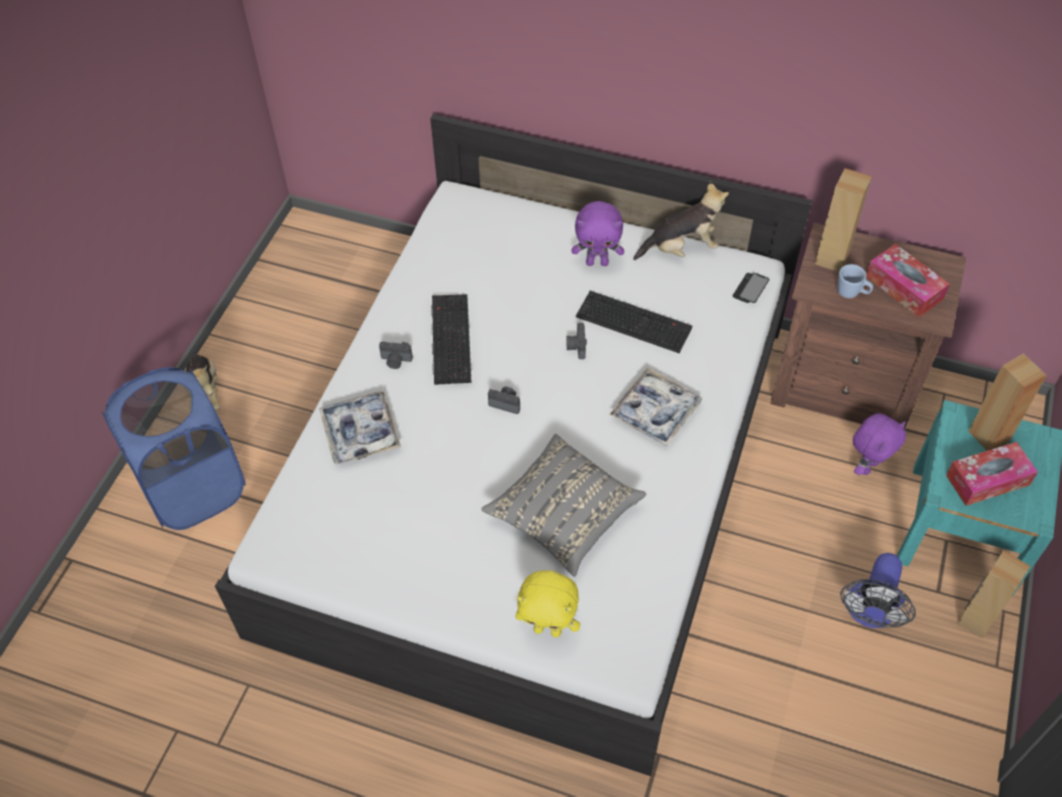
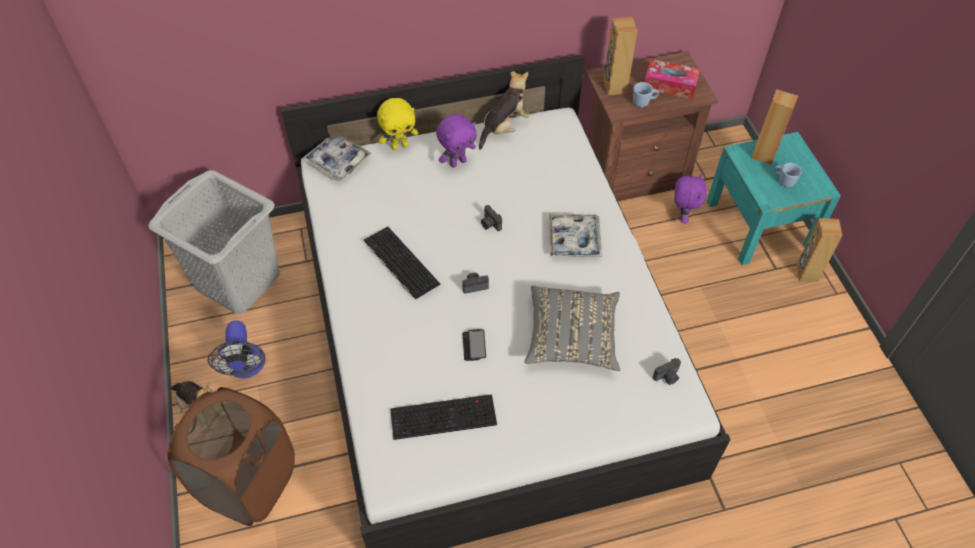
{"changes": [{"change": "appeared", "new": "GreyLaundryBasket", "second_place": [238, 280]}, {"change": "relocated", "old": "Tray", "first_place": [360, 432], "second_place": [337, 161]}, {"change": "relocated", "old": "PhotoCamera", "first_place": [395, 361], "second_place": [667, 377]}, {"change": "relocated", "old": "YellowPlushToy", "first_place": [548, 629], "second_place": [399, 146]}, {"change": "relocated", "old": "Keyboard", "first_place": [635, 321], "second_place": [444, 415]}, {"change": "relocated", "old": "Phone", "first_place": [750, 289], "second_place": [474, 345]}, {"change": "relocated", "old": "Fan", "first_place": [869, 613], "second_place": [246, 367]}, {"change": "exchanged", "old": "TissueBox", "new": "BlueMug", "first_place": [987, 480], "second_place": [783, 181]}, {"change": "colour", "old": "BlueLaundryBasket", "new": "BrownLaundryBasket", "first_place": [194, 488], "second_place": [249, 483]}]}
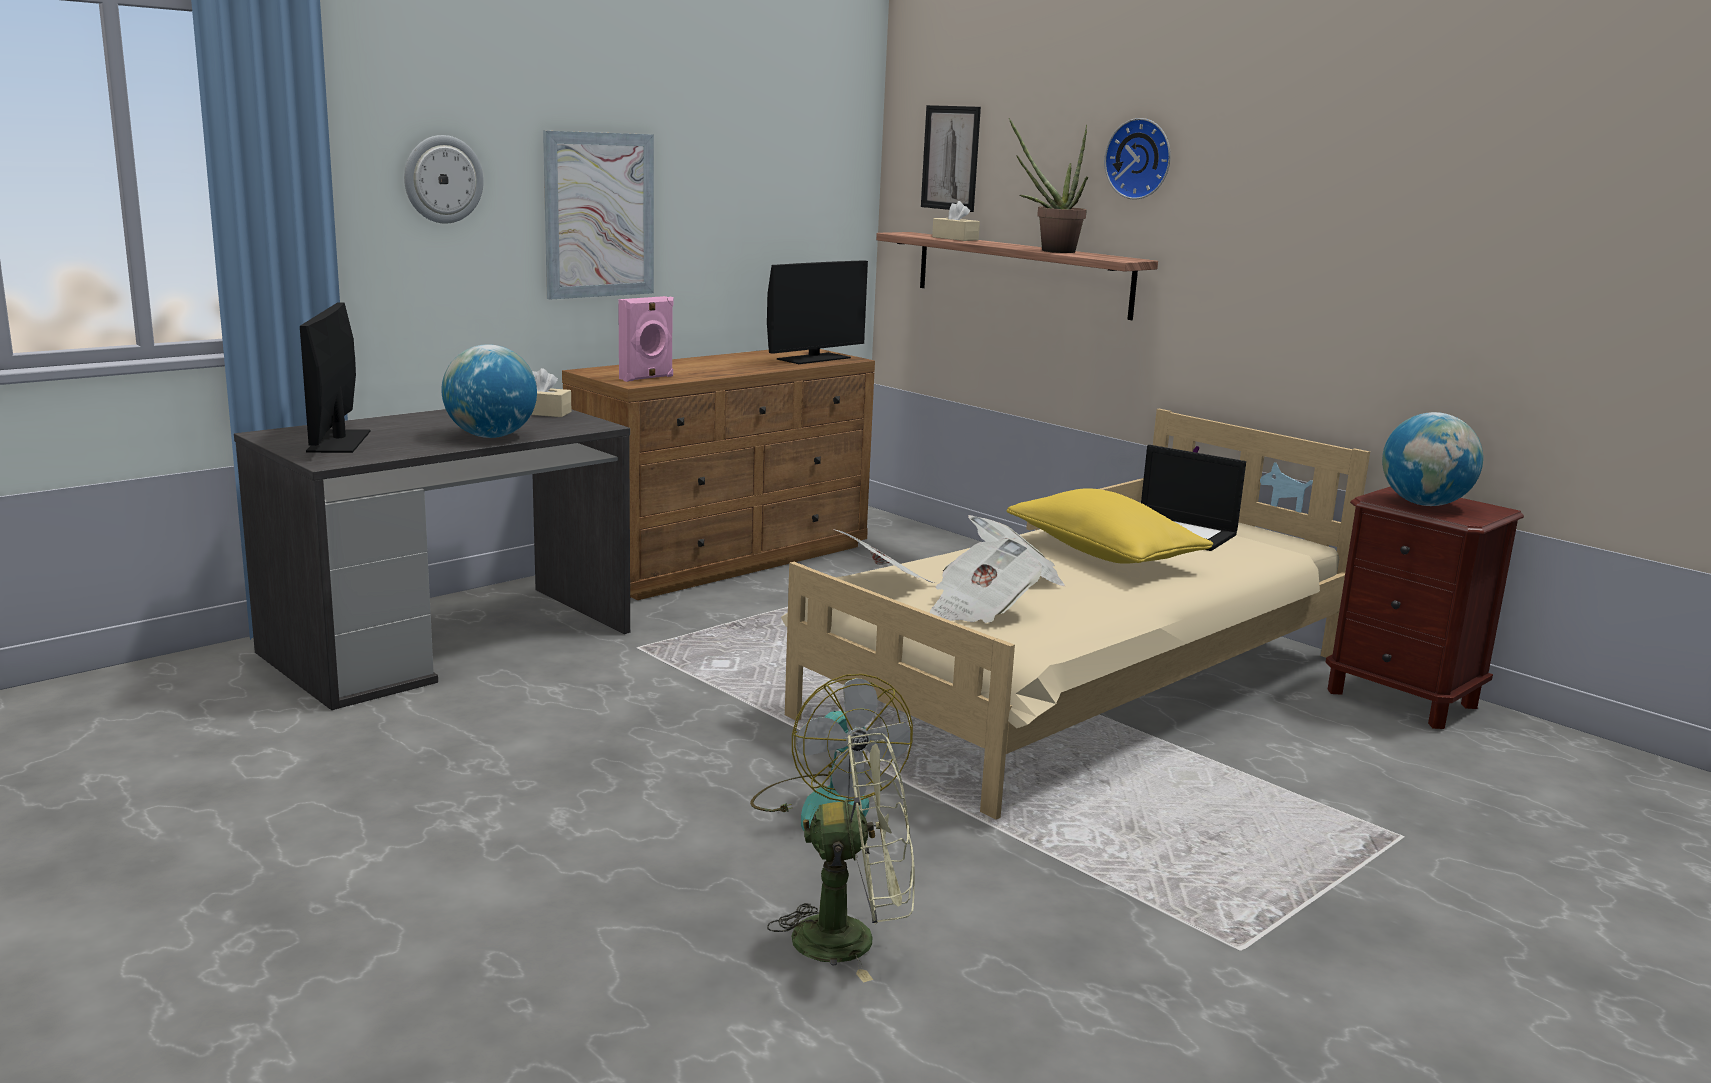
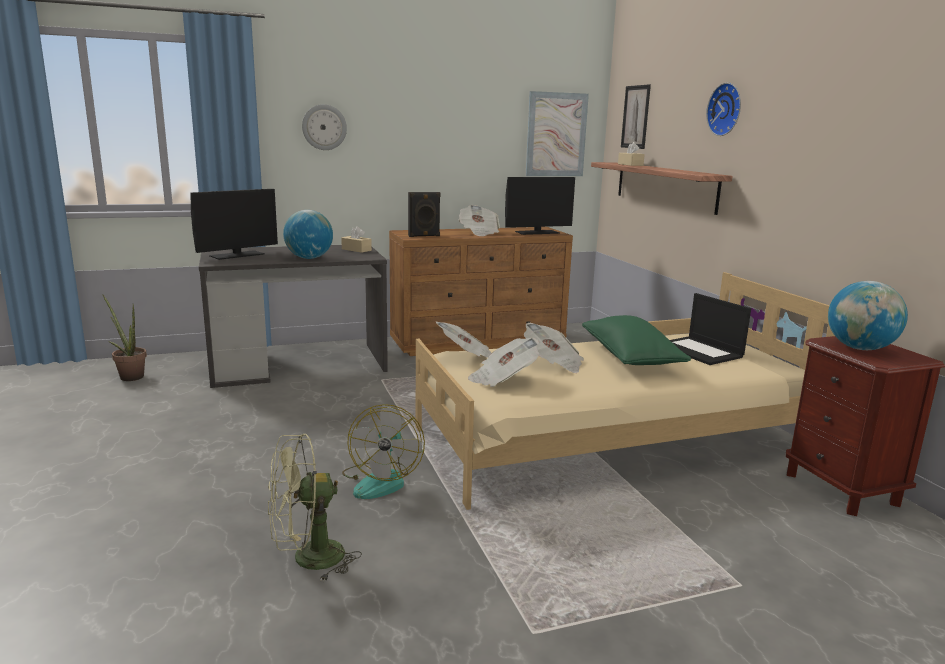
{"changes": [{"change": "appeared", "new": "Newspaper", "second_place": [479, 233]}, {"change": "relocated", "old": "Picture", "first_place": [599, 215], "second_place": [556, 135]}, {"change": "relocated", "old": "PottedPlant", "first_place": [1050, 250], "second_place": [129, 376]}, {"change": "colour", "old": "PinkSpeaker", "new": "BlackSpeaker", "first_place": [647, 378], "second_place": [424, 236]}, {"change": "colour", "old": "YellowPillow", "new": "GreenPillow", "first_place": [1103, 554], "second_place": [630, 358]}, {"change": "spun", "old": "Monitor", "first_place": [339, 441], "second_place": [237, 255], "degrees": -150}, {"change": "spun", "old": "GreenFan", "first_place": [852, 938], "second_place": [308, 560], "degrees": 135}]}
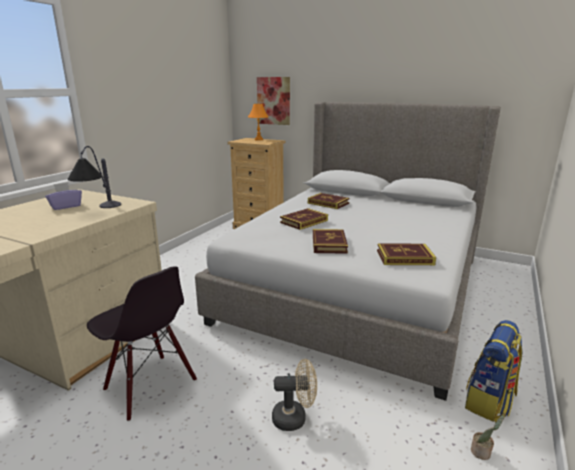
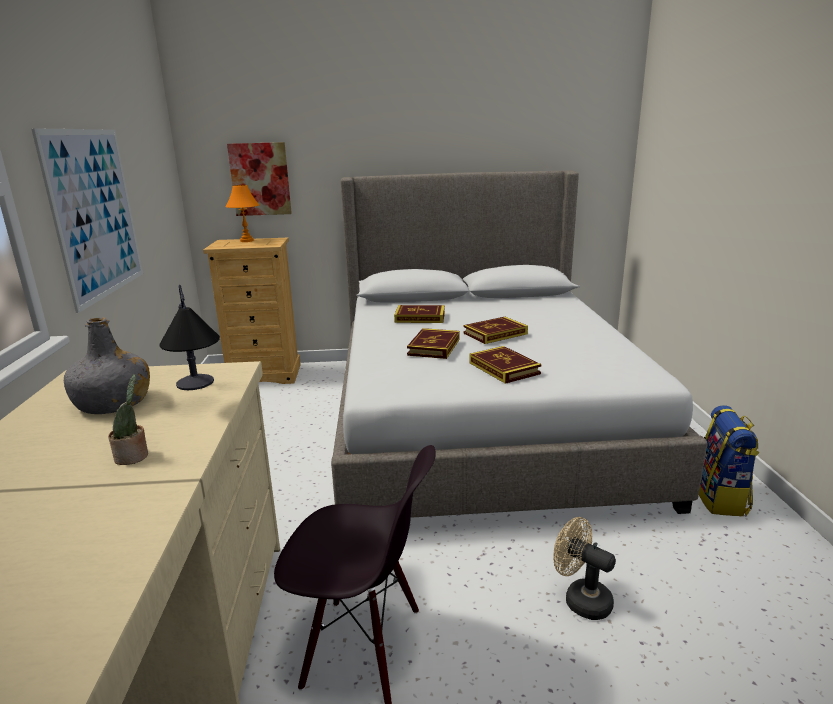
{"changes": [{"change": "appeared", "new": "Picture", "second_place": [95, 214]}, {"change": "relocated", "old": "Book", "first_place": [404, 257], "second_place": [495, 333]}, {"change": "relocated", "old": "PottedPlant", "first_place": [482, 452], "second_place": [134, 456]}, {"change": "exchanged", "old": "PurpleTissueBox", "new": "GreyBottle", "first_place": [65, 206], "second_place": [113, 403]}, {"change": "spun", "old": "BeigeFan", "first_place": [295, 418], "second_place": [581, 599], "degrees": -105}]}
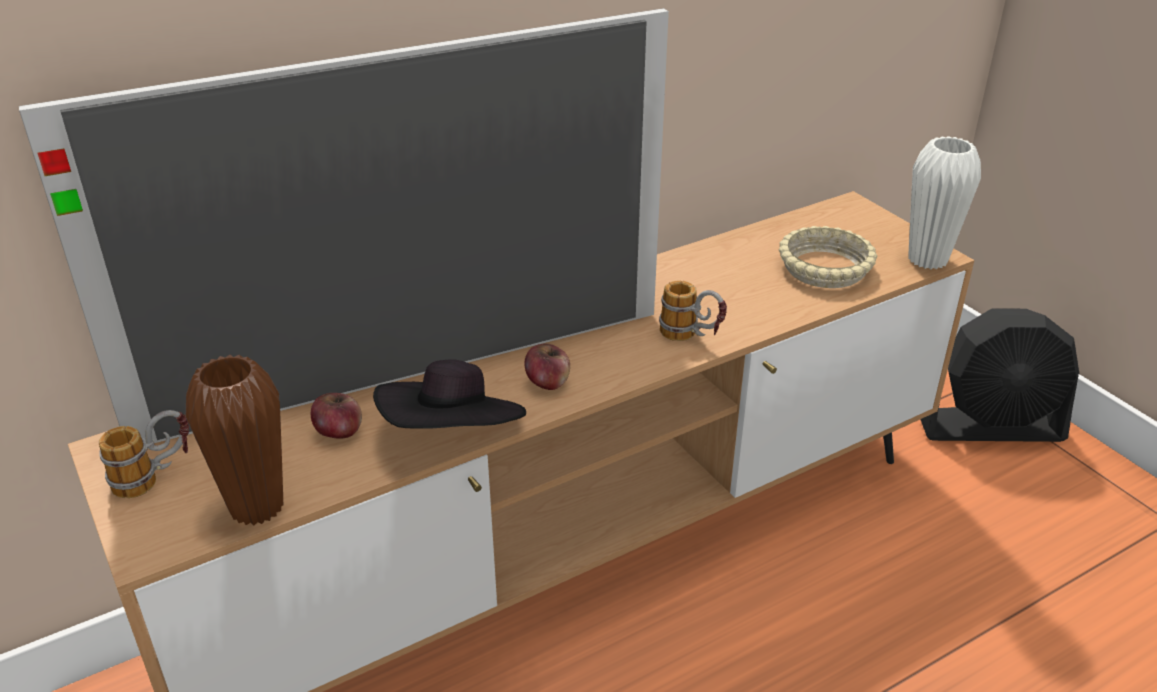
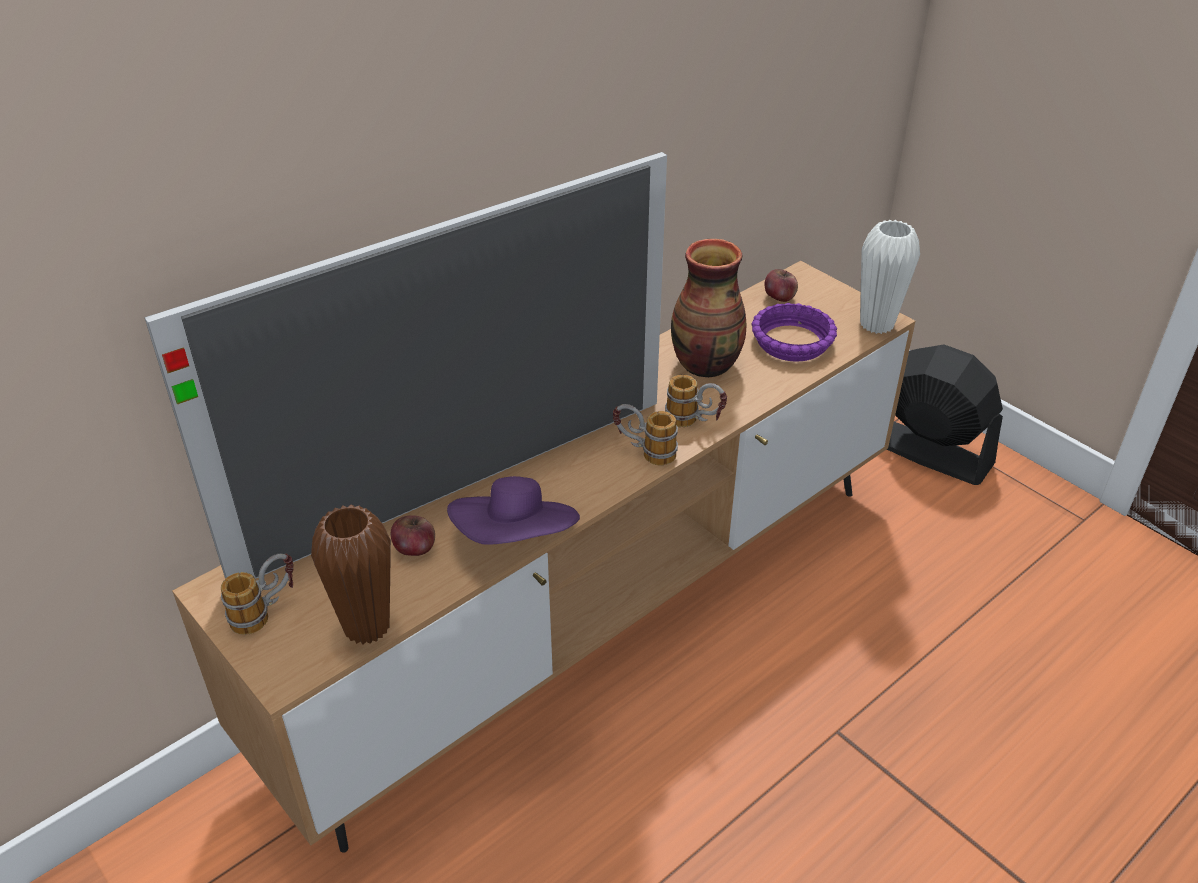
{"changes": [{"change": "appeared", "new": "Mug", "second_place": [644, 452]}, {"change": "appeared", "new": "Vase", "second_place": [707, 365]}, {"change": "relocated", "old": "Apple", "first_place": [548, 382], "second_place": [779, 297]}, {"change": "colour", "old": "BlackHat", "new": "PurpleHat", "first_place": [454, 436], "second_place": [516, 540]}, {"change": "colour", "old": "BeigeBowl", "new": "PurpleBowl", "first_place": [824, 267], "second_place": [791, 341]}, {"change": "spun", "old": "BlackFan", "first_place": [990, 427], "second_place": [928, 451], "degrees": -135}]}
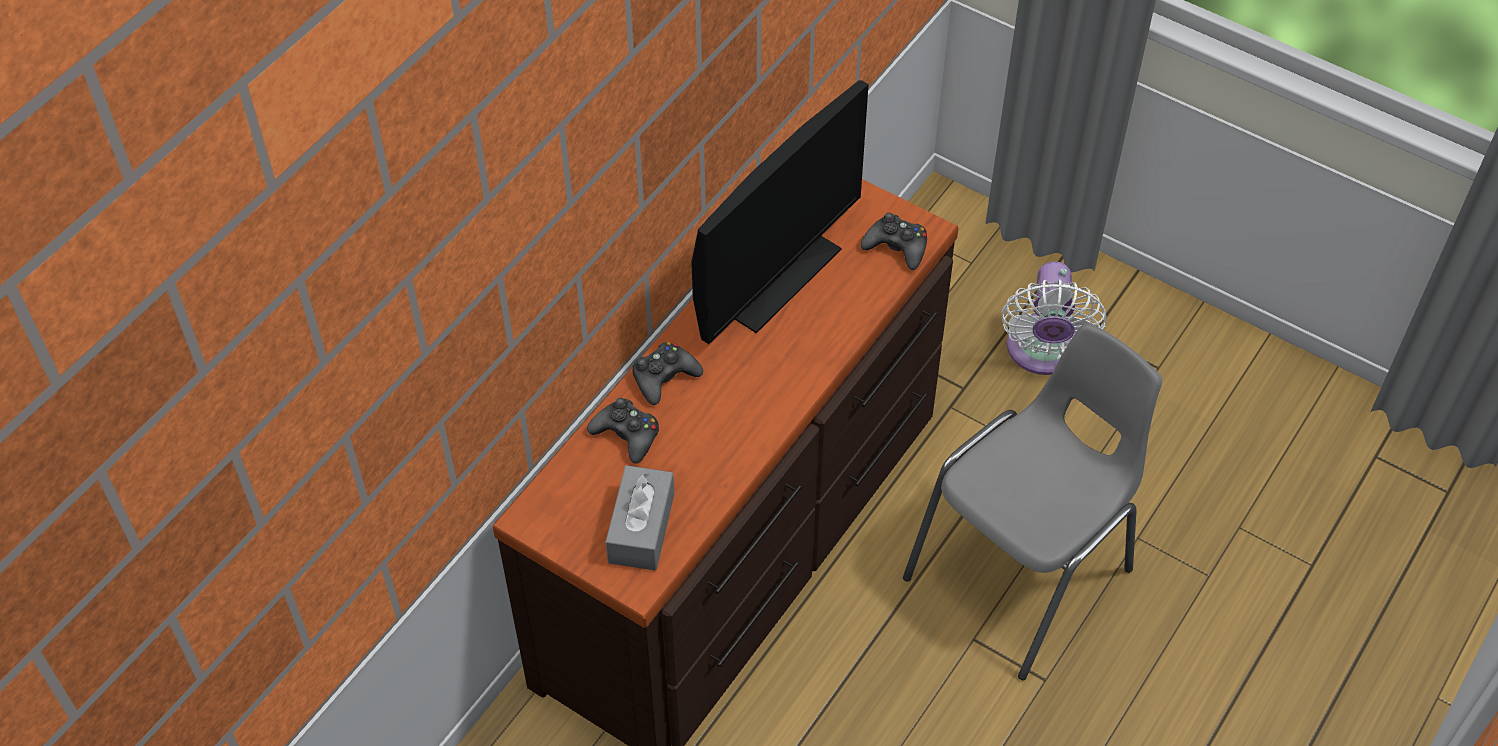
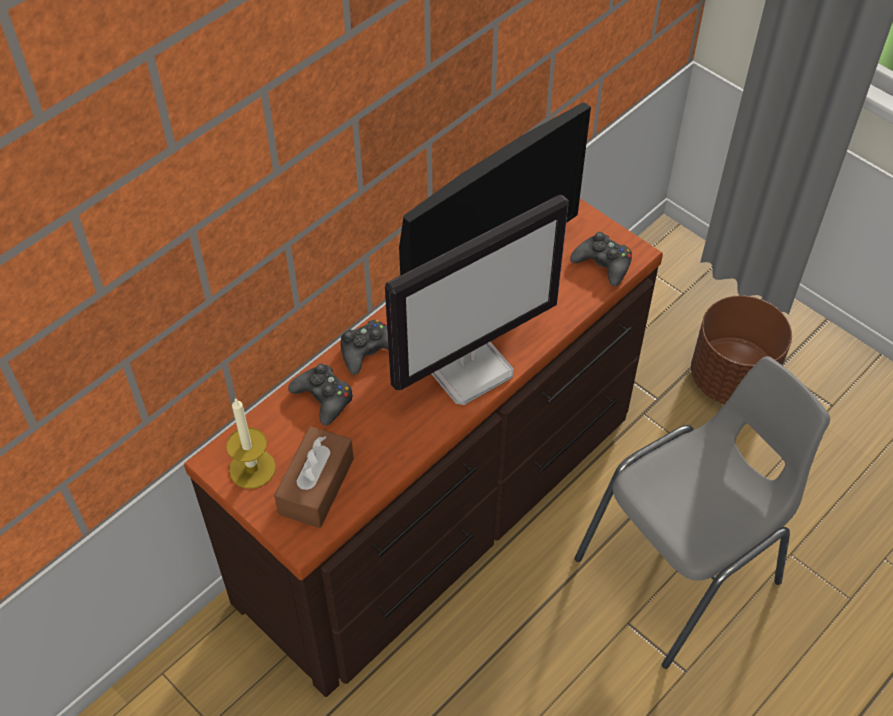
{"changes": [{"change": "appeared", "new": "Candle", "second_place": [252, 468]}, {"change": "appeared", "new": "Monitor", "second_place": [469, 366]}, {"change": "exchanged", "old": "WhiteFan", "new": "BrownPlanter", "first_place": [1042, 353], "second_place": [732, 378]}, {"change": "colour", "old": "GreyTissueBox", "new": "BrownTissueBox", "first_place": [641, 528], "second_place": [316, 486]}]}
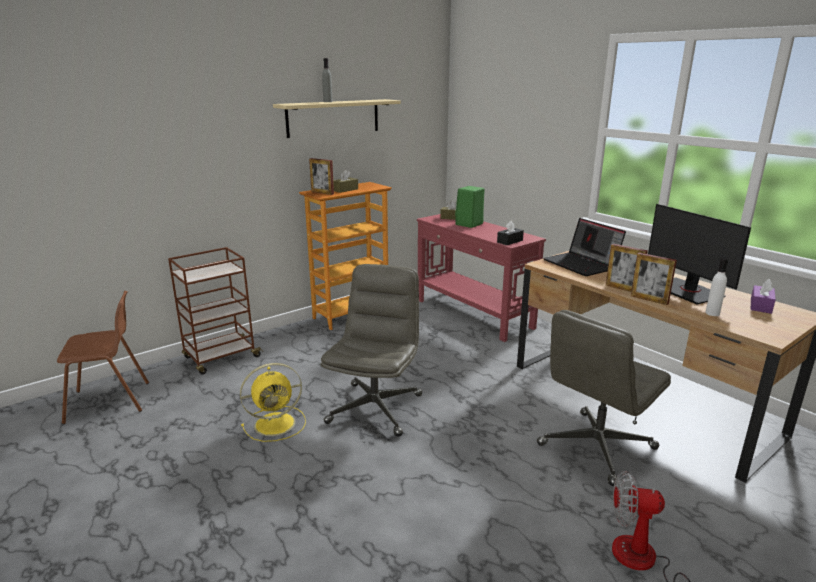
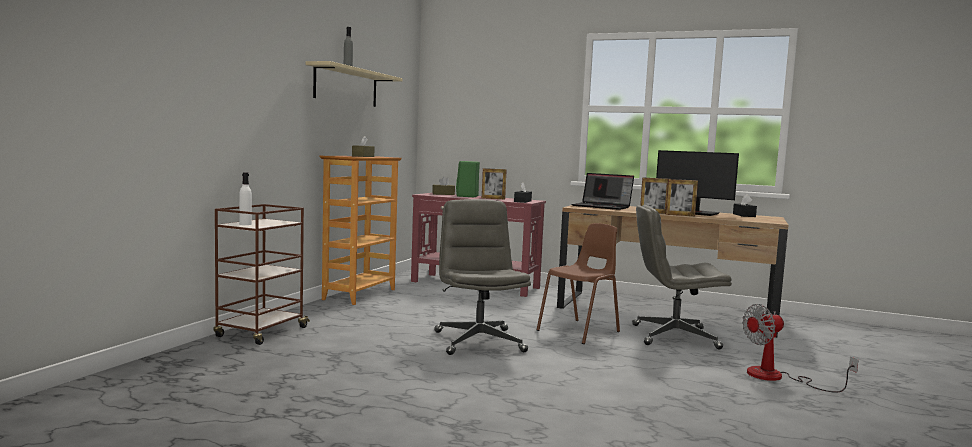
{"changes": [{"change": "missing", "old": "YellowFan", "first_place": [276, 423]}, {"change": "relocated", "old": "BrownChair", "first_place": [109, 402], "second_place": [580, 331]}, {"change": "relocated", "old": "PictureFrame", "first_place": [322, 193], "second_place": [493, 198]}, {"change": "relocated", "old": "WhiteBottle", "first_place": [712, 313], "second_place": [245, 224]}, {"change": "colour", "old": "PurpleTissueBox", "new": "BlackTissueBox", "first_place": [761, 306], "second_place": [744, 215]}, {"change": "spun", "old": "GreyOfficeChair", "first_place": [596, 447], "second_place": [673, 336], "degrees": 75}]}
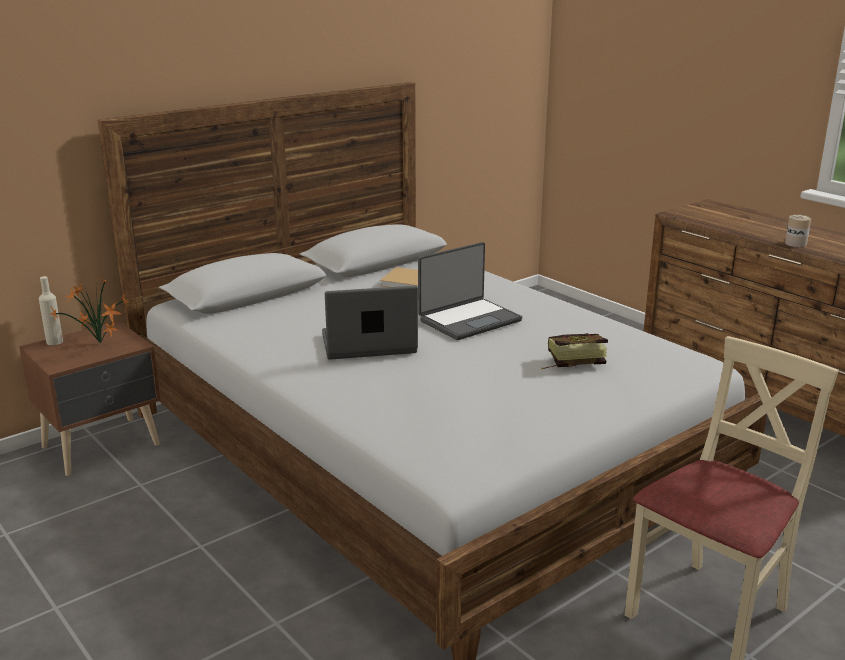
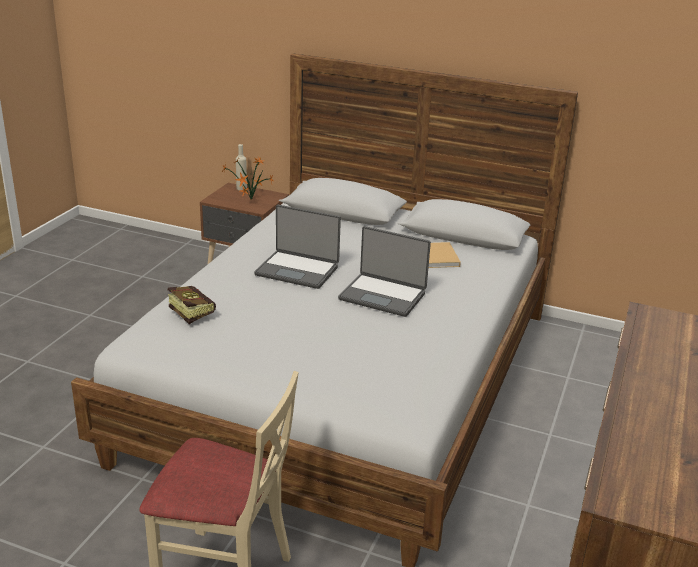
{"changes": [{"change": "missing", "old": "Can", "first_place": [795, 244]}, {"change": "relocated", "old": "Book", "first_place": [569, 363], "second_place": [189, 312]}, {"change": "spun", "old": "Laptop", "first_place": [369, 345], "second_place": [298, 270], "degrees": 150}]}
